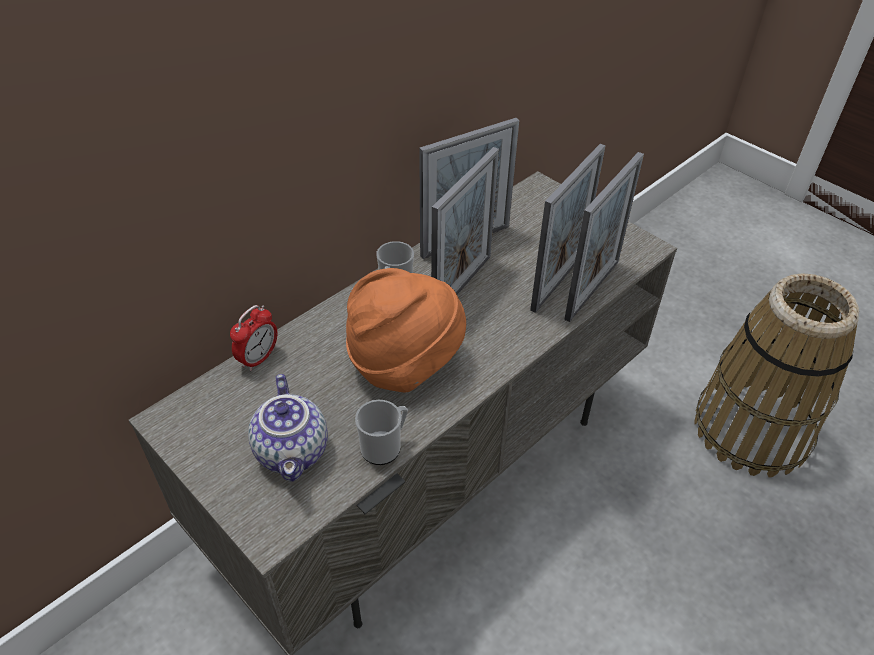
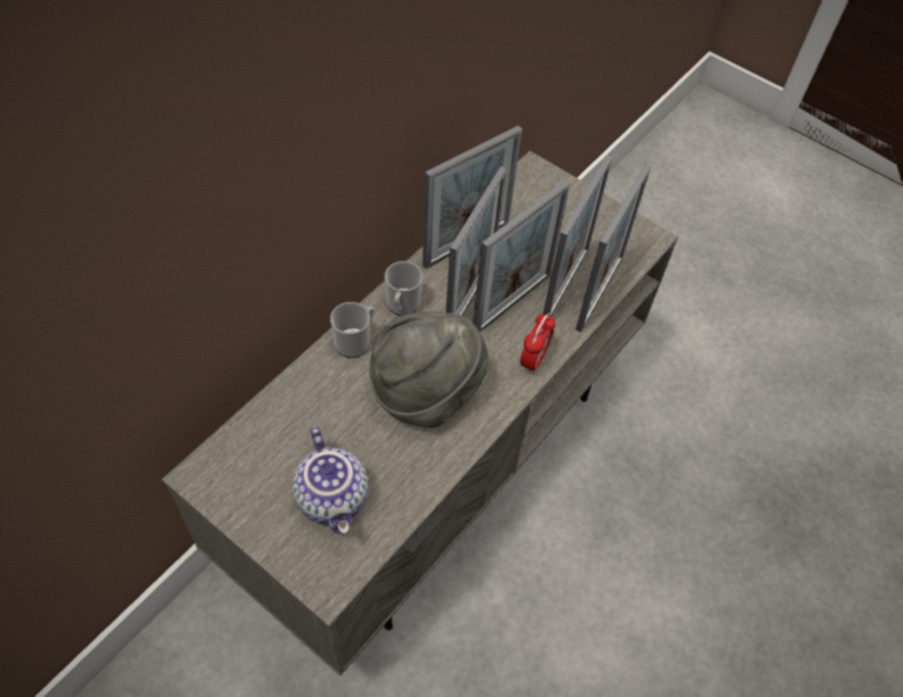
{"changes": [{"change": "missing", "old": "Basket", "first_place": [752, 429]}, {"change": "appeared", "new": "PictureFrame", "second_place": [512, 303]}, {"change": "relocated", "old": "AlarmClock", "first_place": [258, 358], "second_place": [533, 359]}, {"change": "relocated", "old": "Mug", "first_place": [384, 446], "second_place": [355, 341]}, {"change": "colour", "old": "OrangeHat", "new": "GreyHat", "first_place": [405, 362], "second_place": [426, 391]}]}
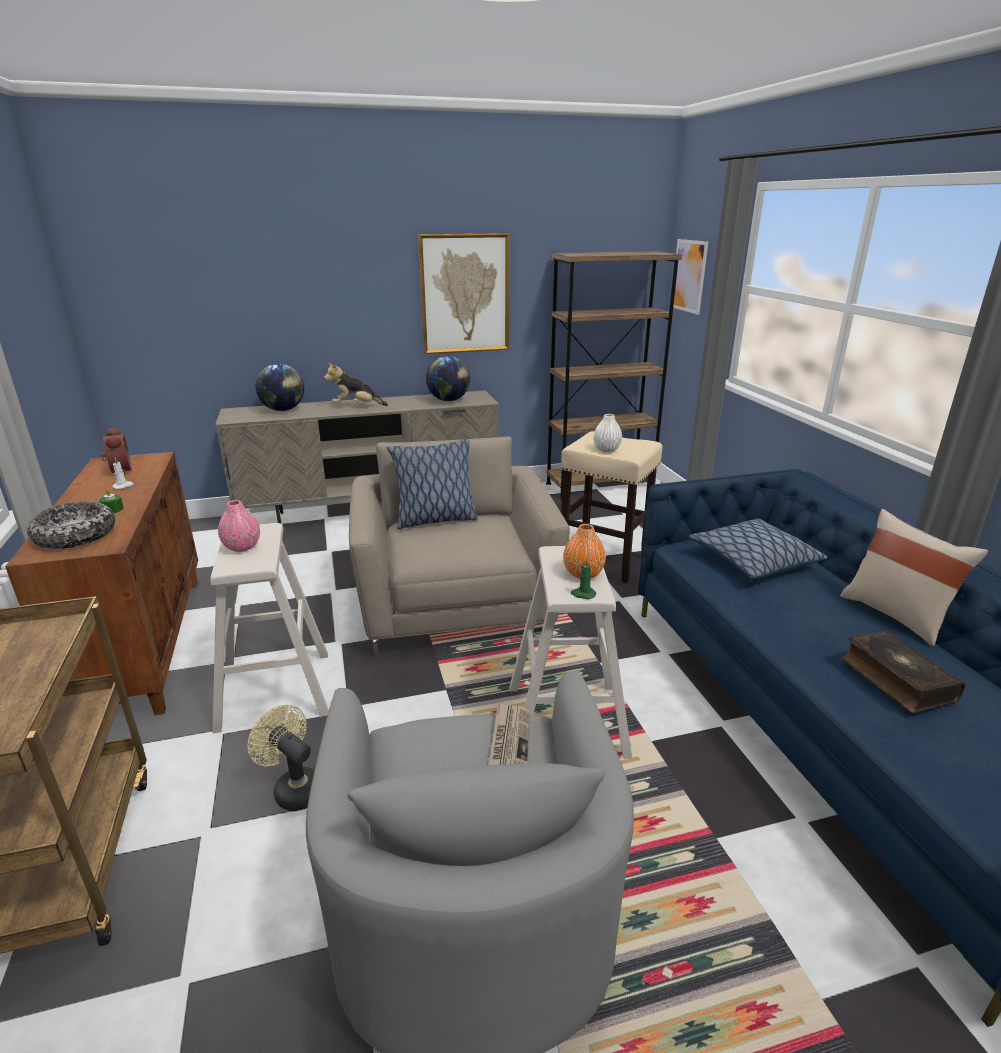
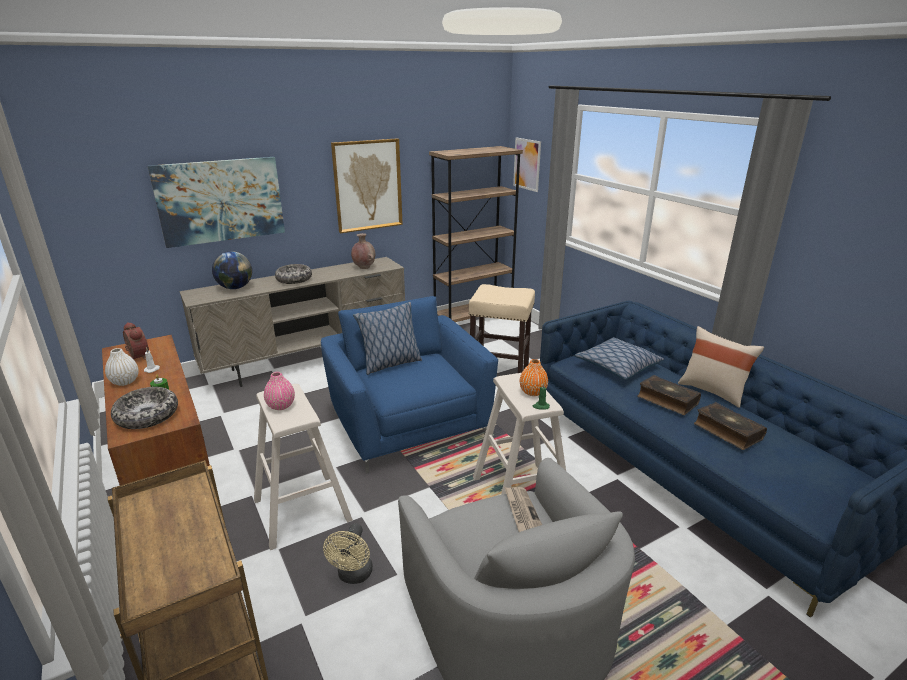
{"changes": [{"change": "appeared", "new": "Picture", "second_place": [220, 201]}, {"change": "appeared", "new": "Book", "second_place": [667, 400]}, {"change": "relocated", "old": "WhiteVase", "first_place": [606, 449], "second_place": [125, 382]}, {"change": "exchanged", "old": "PlushToy", "new": "Bowl", "first_place": [356, 406], "second_place": [294, 279]}, {"change": "exchanged", "old": "Globe", "new": "BrownVase", "first_place": [448, 400], "second_place": [364, 268]}, {"change": "colour", "old": "BeigeArmchair", "new": "BlueArmchair", "first_place": [456, 605], "second_place": [408, 425]}, {"change": "spun", "old": "BeigeFan", "first_place": [294, 788], "second_place": [353, 576], "degrees": -105}]}
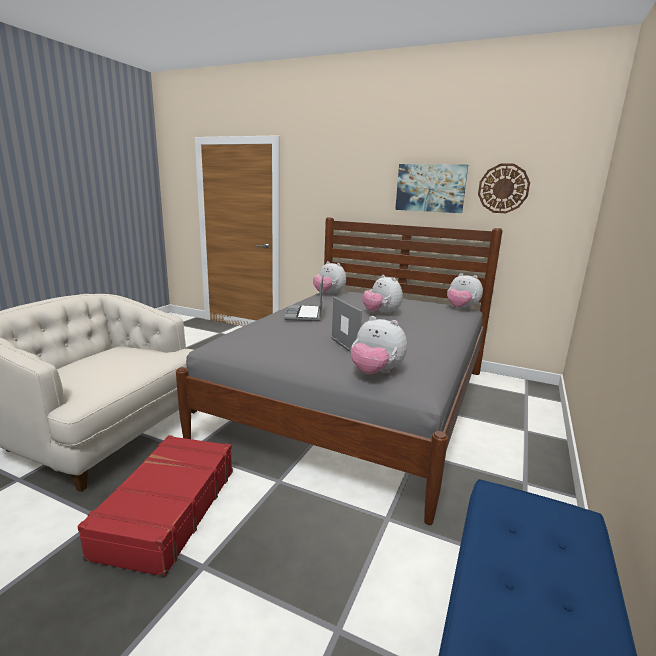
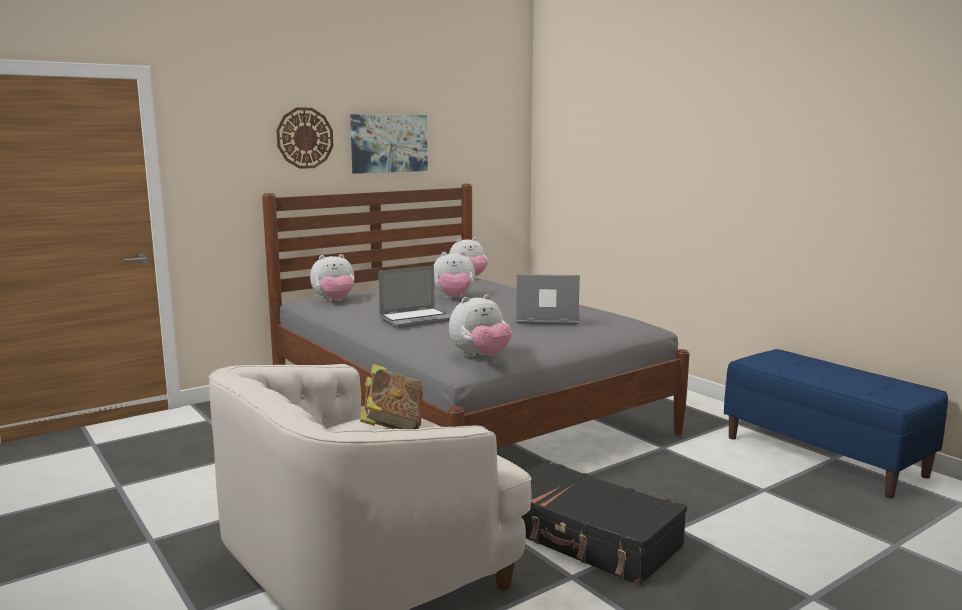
{"changes": [{"change": "appeared", "new": "Book", "second_place": [392, 426]}, {"change": "relocated", "old": "PlushToy", "first_place": [375, 373], "second_place": [480, 357]}, {"change": "relocated", "old": "WallClock", "first_place": [503, 188], "second_place": [305, 138]}, {"change": "colour", "old": "RedSuitcase", "new": "BlackSuitcase", "first_place": [167, 511], "second_place": [587, 537]}, {"change": "spun", "old": "Laptop", "first_place": [305, 315], "second_place": [416, 319], "degrees": -60}]}
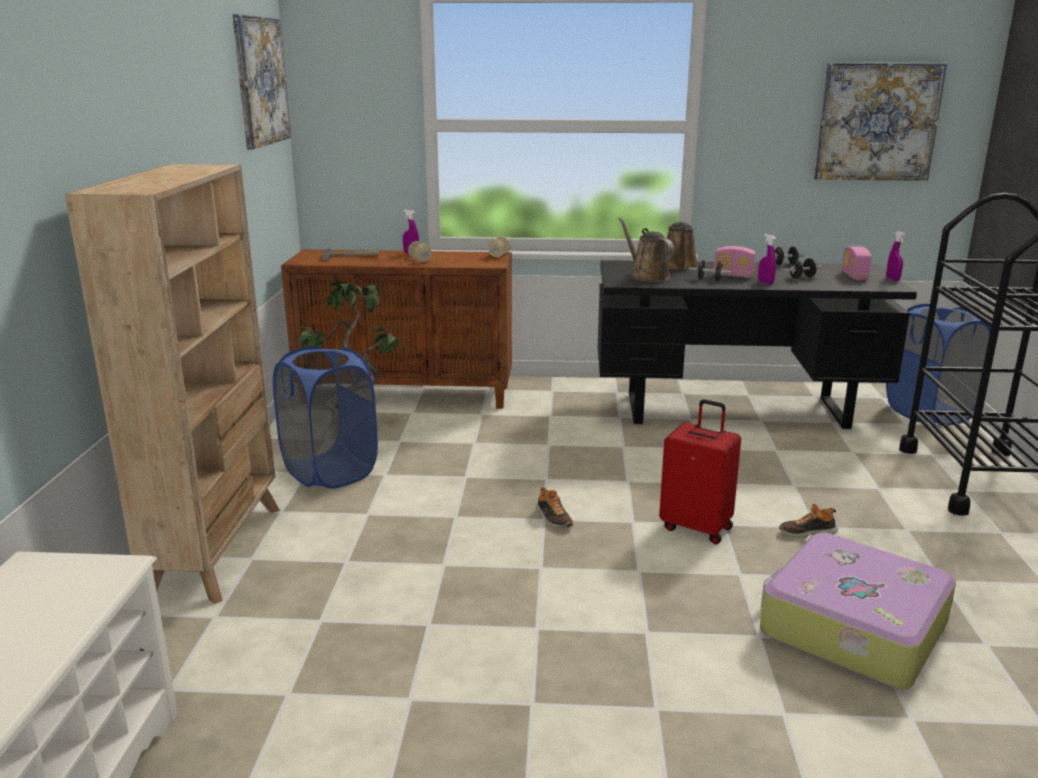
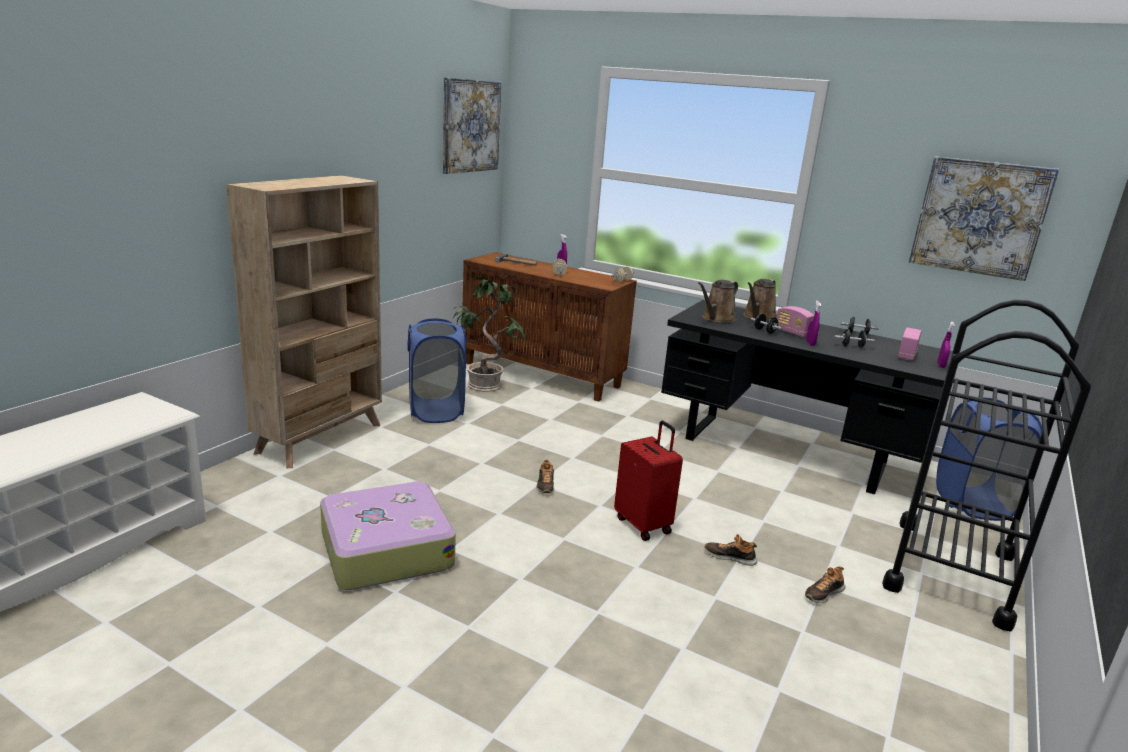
{"changes": [{"change": "appeared", "new": "Shoe", "second_place": [823, 593]}, {"change": "relocated", "old": "Suitcase", "first_place": [850, 628], "second_place": [385, 549]}, {"change": "spun", "old": "BrownWateringCan", "first_place": [647, 276], "second_place": [717, 318], "degrees": -135}]}
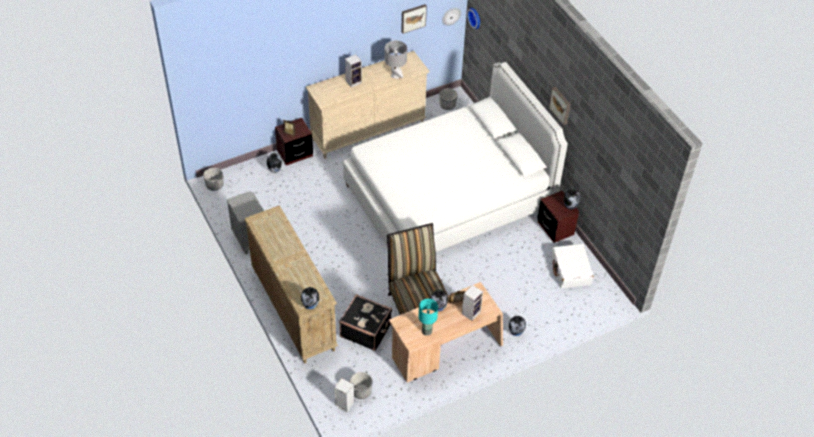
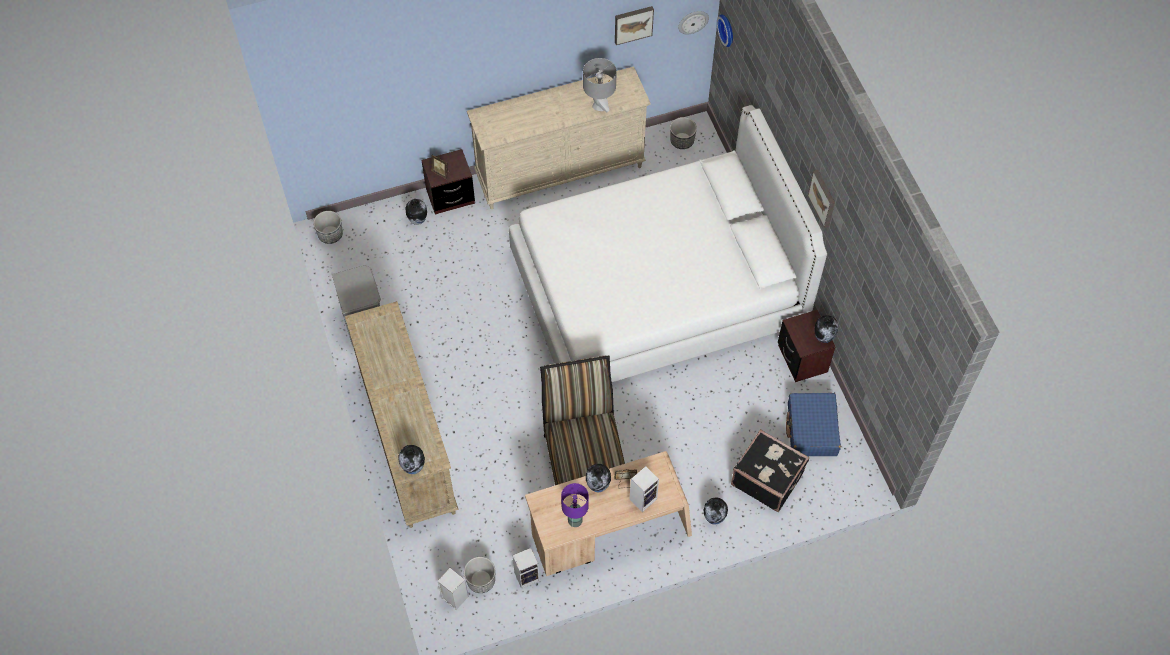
{"changes": [{"change": "relocated", "old": "BlackSuitcase", "first_place": [365, 330], "second_place": [767, 478]}, {"change": "relocated", "old": "Speaker", "first_place": [354, 81], "second_place": [527, 576]}, {"change": "colour", "old": "TurquoiseTableLamp", "new": "PurpleTableLamp", "first_place": [427, 331], "second_place": [575, 521]}, {"change": "colour", "old": "WhiteSuitcase", "new": "BlueSuitcase", "first_place": [571, 271], "second_place": [811, 429]}]}
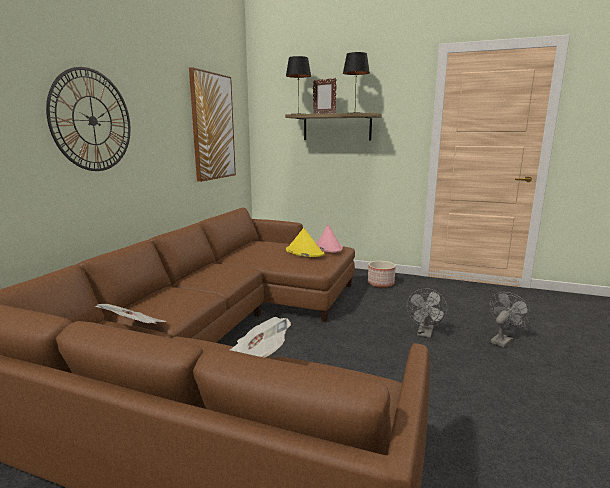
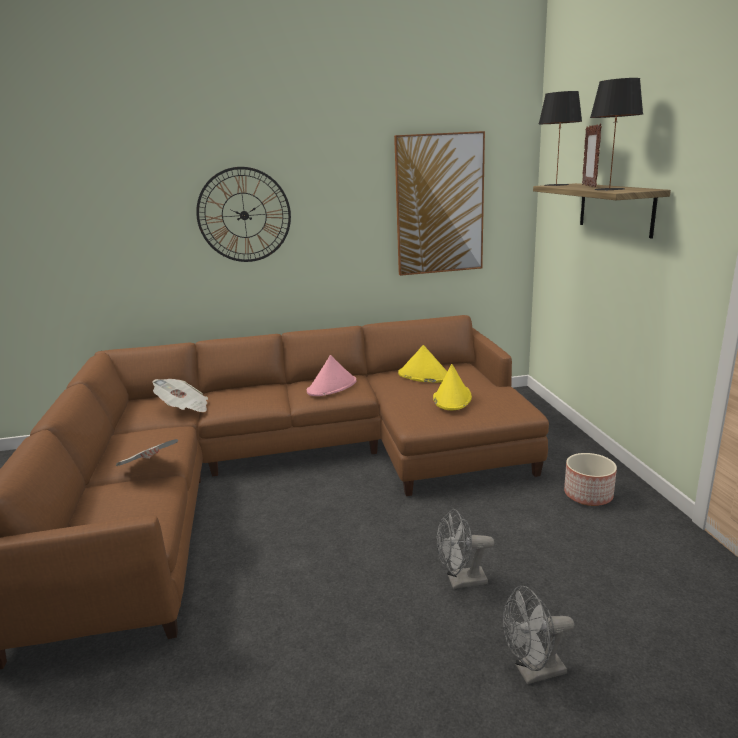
{"changes": [{"change": "appeared", "new": "YellowHat", "second_place": [424, 376]}, {"change": "relocated", "old": "PinkHat", "first_place": [328, 247], "second_place": [332, 387]}, {"change": "spun", "old": "GreyFan", "first_place": [503, 340], "second_place": [533, 672], "degrees": 150}]}
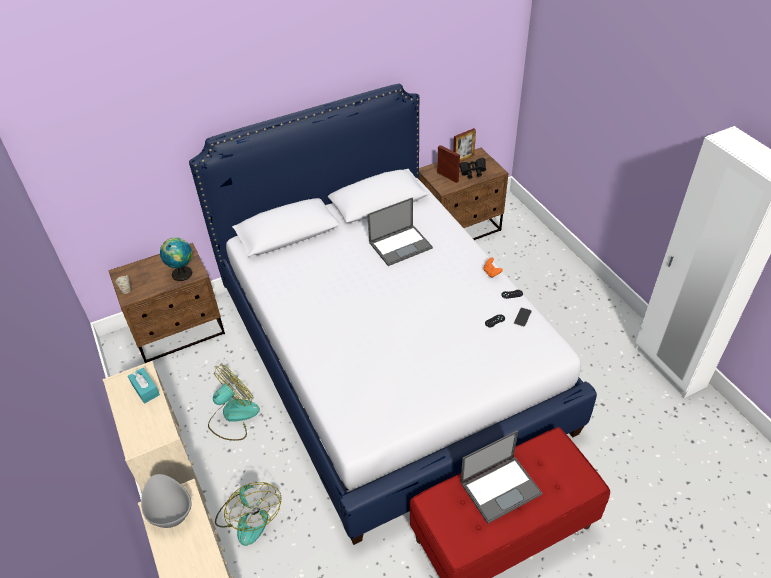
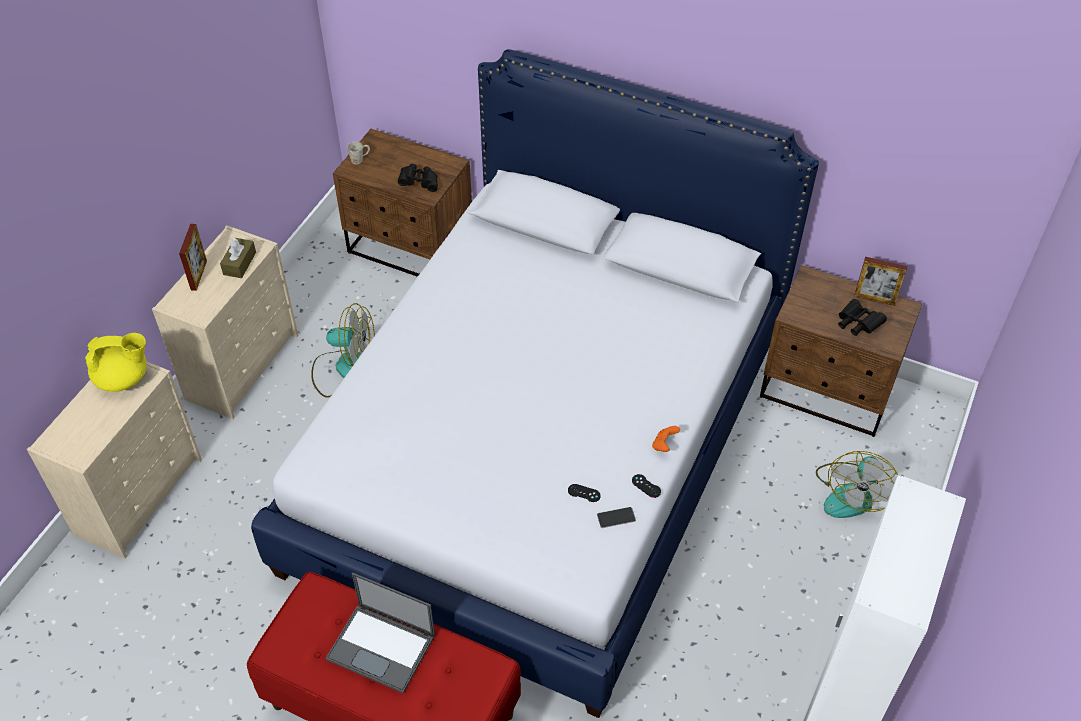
{"changes": [{"change": "missing", "old": "Laptop", "first_place": [401, 245]}, {"change": "relocated", "old": "Fan", "first_place": [249, 517], "second_place": [851, 493]}, {"change": "relocated", "old": "PictureFrame", "first_place": [447, 177], "second_place": [199, 275]}, {"change": "exchanged", "old": "GreyBowl", "new": "YellowTeapot", "first_place": [170, 511], "second_place": [123, 378]}, {"change": "exchanged", "old": "Globe", "new": "BlackBinoculars", "first_place": [182, 272], "second_place": [419, 183]}, {"change": "colour", "old": "TurquoiseTissueBox", "new": "BrownTissueBox", "first_place": [145, 389], "second_place": [239, 263]}]}
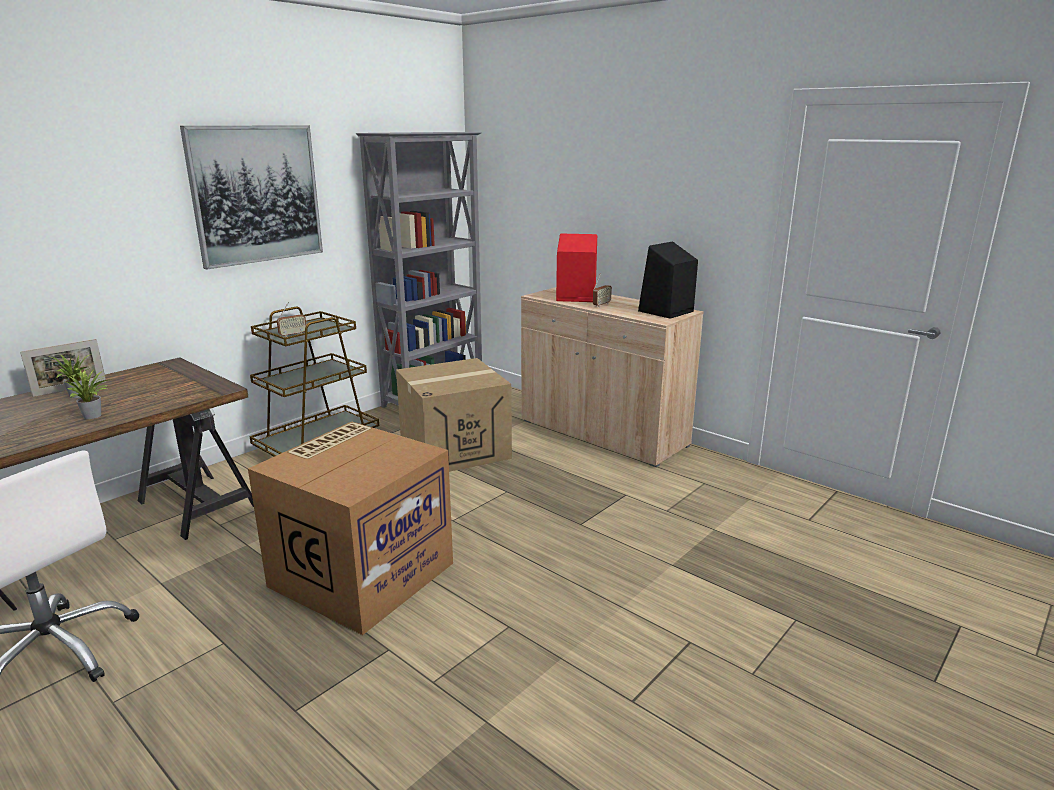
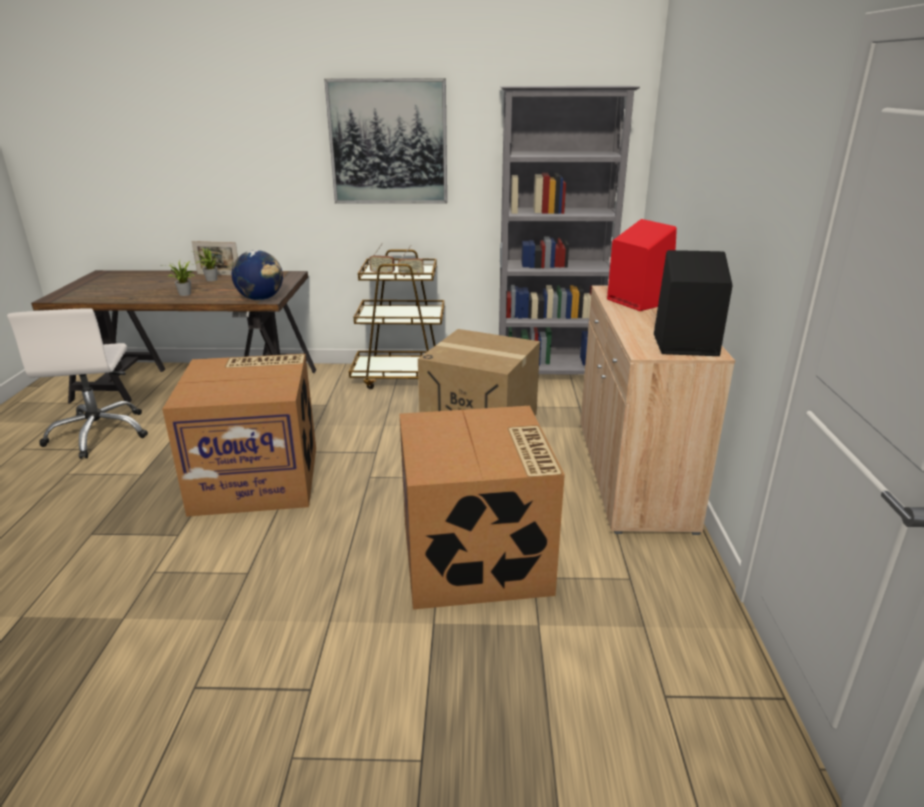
{"changes": [{"change": "appeared", "new": "Globe", "second_place": [261, 299]}, {"change": "appeared", "new": "CardboardBox", "second_place": [477, 557]}, {"change": "relocated", "old": "Radio", "first_place": [601, 305], "second_place": [411, 276]}]}
